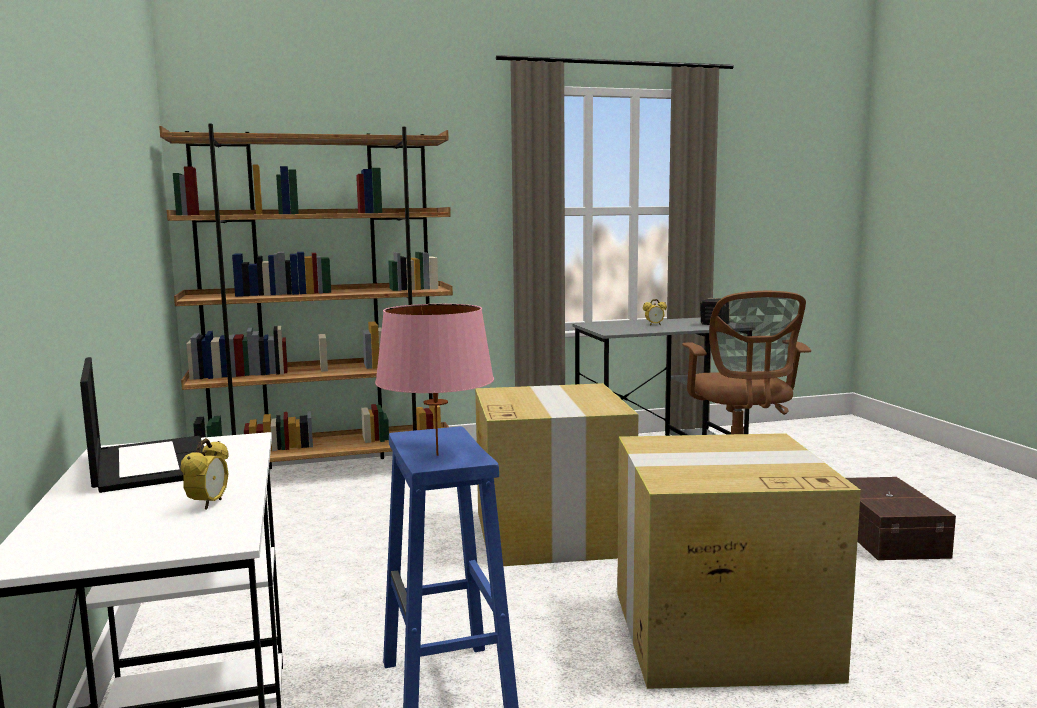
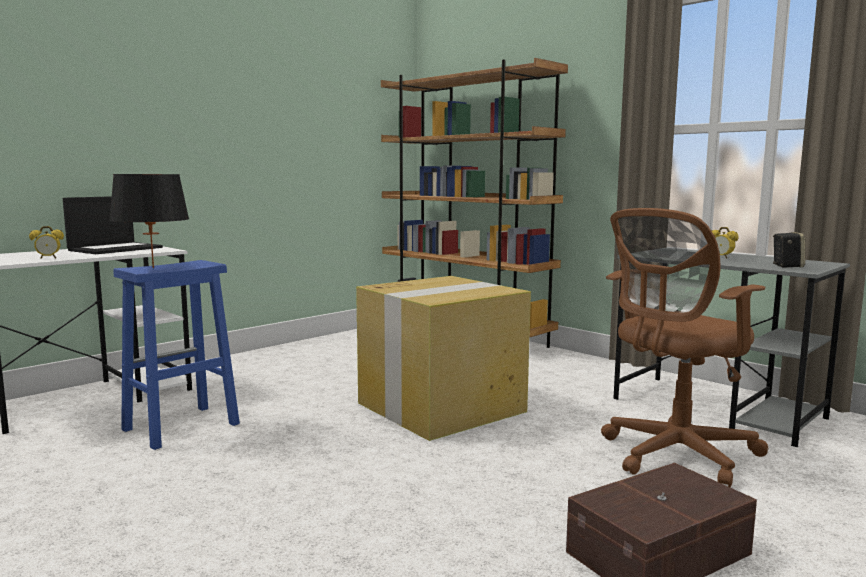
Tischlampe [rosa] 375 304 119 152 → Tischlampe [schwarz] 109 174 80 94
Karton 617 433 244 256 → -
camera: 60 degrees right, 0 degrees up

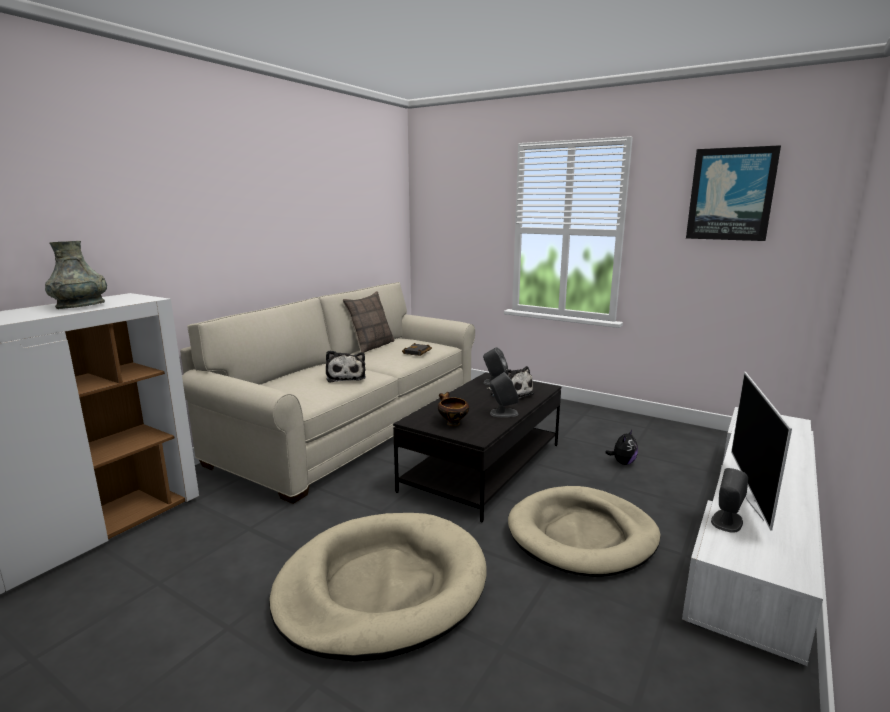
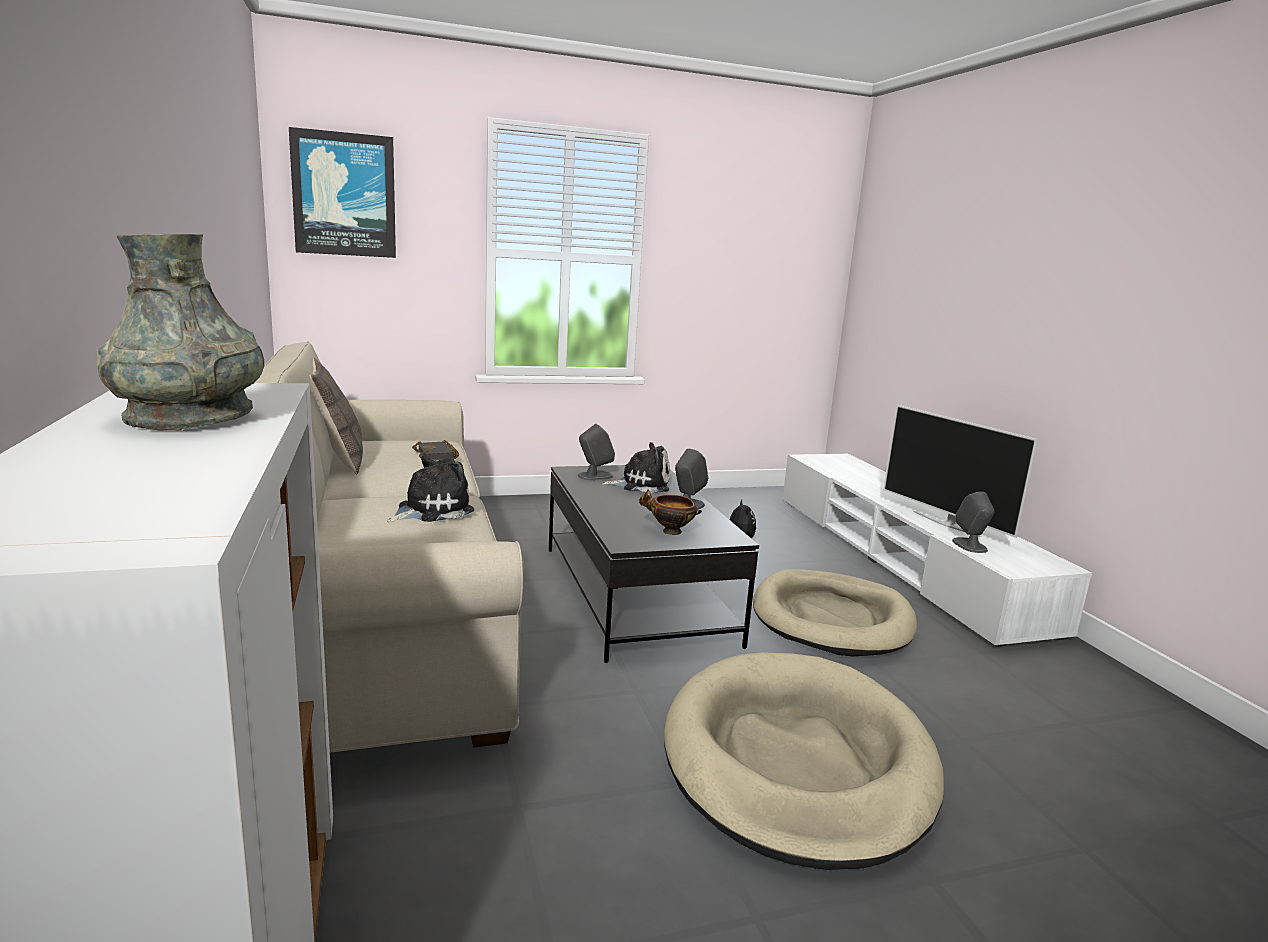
Plüschtier 326 350 40 33 → Plüschtier 387 456 87 66, 75 degrees counterclockwise
Bild 686 145 95 96 → Bild 289 127 107 131, relocated
camera: 50 degrees left, 0 degrees up

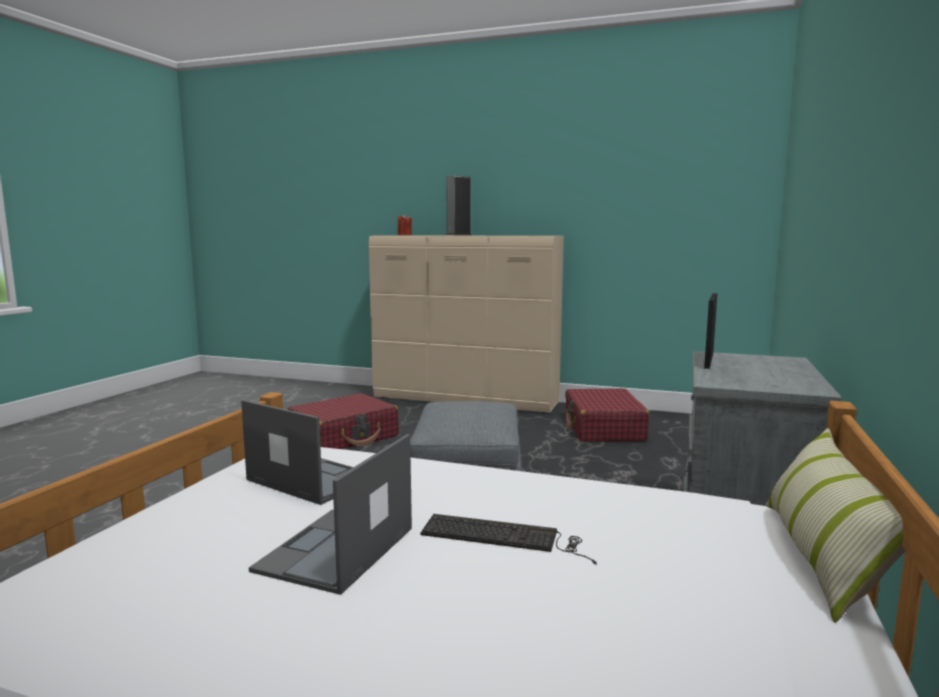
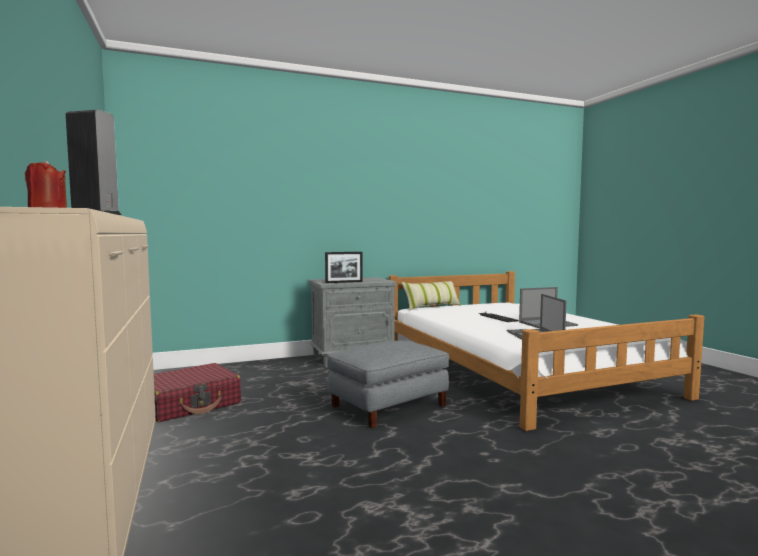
Koffer [rot] 287 393 112 56 → -
camera: 130 degrees left, 5 degrees down

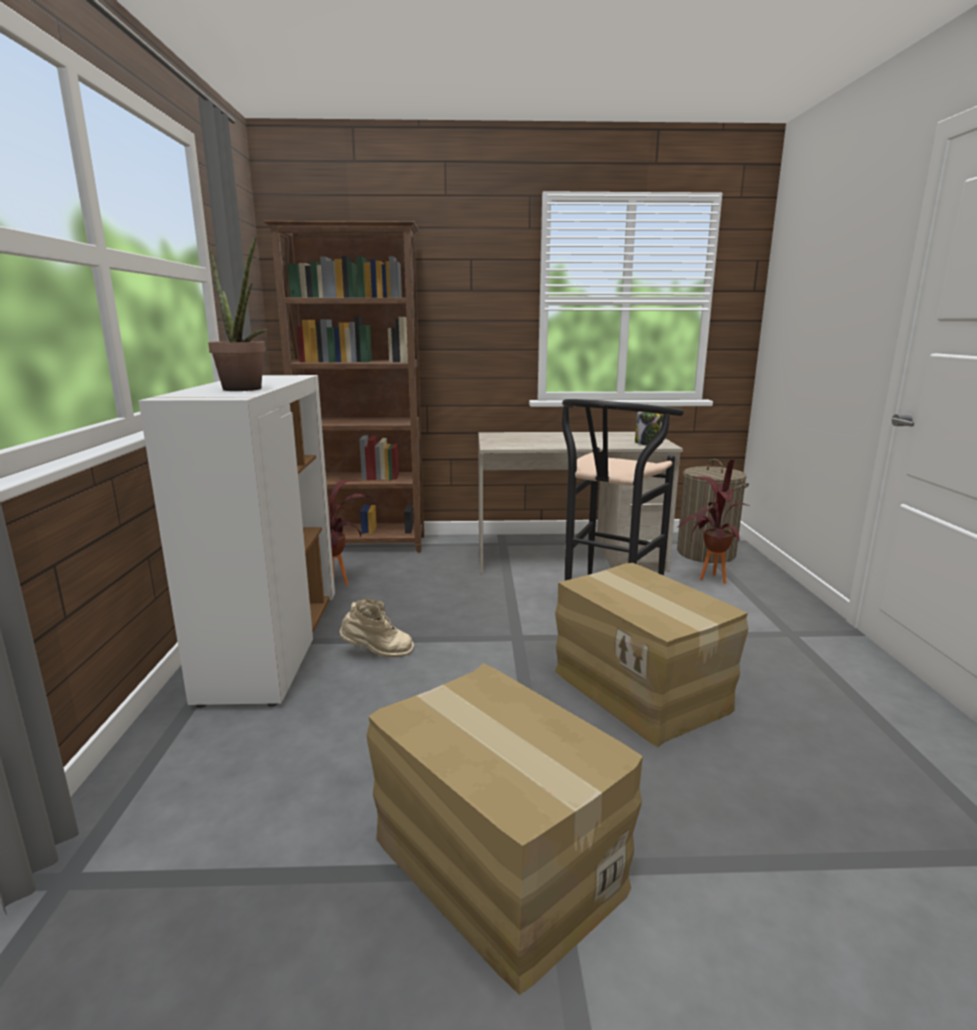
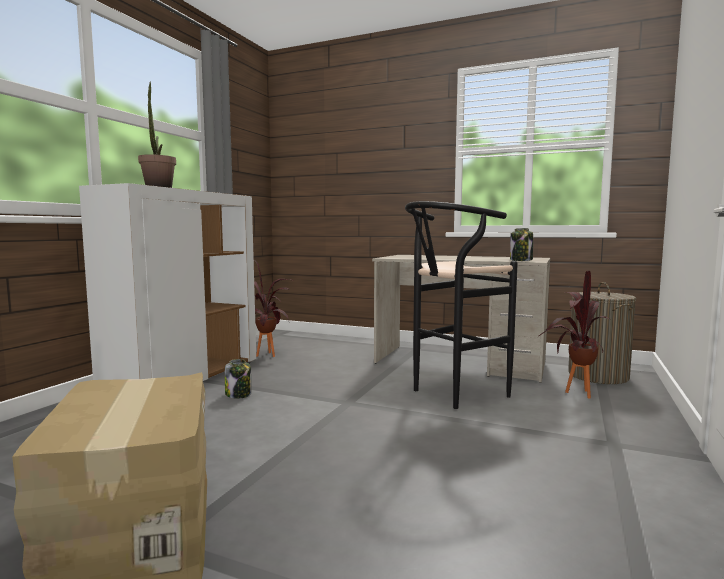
Bücherregal [braun] 263 221 161 332 → -
Stiefel [beige] 339 599 75 58 → Vorratsglas 225 359 26 40
Karton 555 563 193 184 → -
camera: 25 degrees right, 10 degrees down

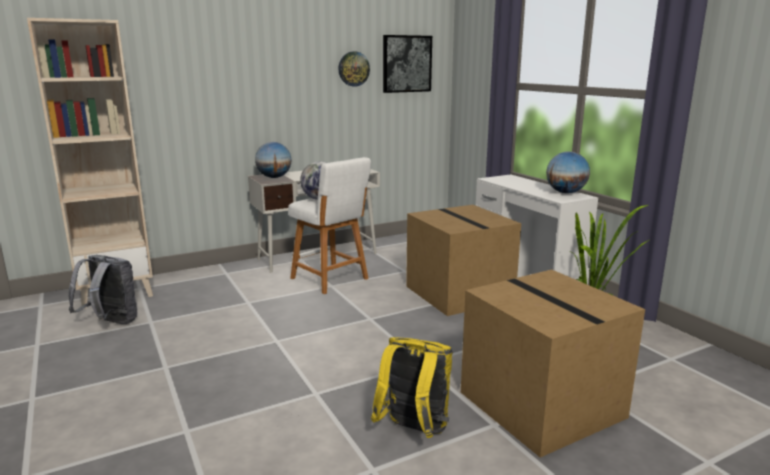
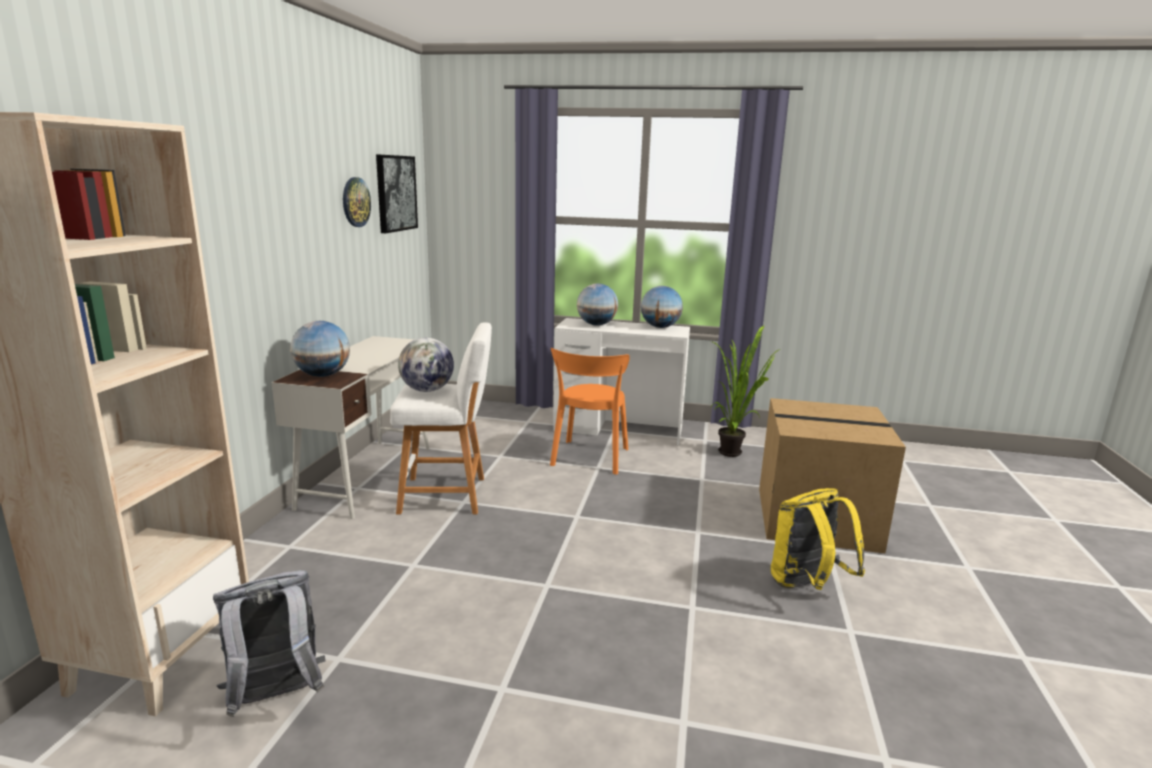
Karton 406 205 115 111 → Stuhl [orange] 550 348 80 126
- → Globus 577 284 41 42
camera: 50 degrees left, 0 degrees up

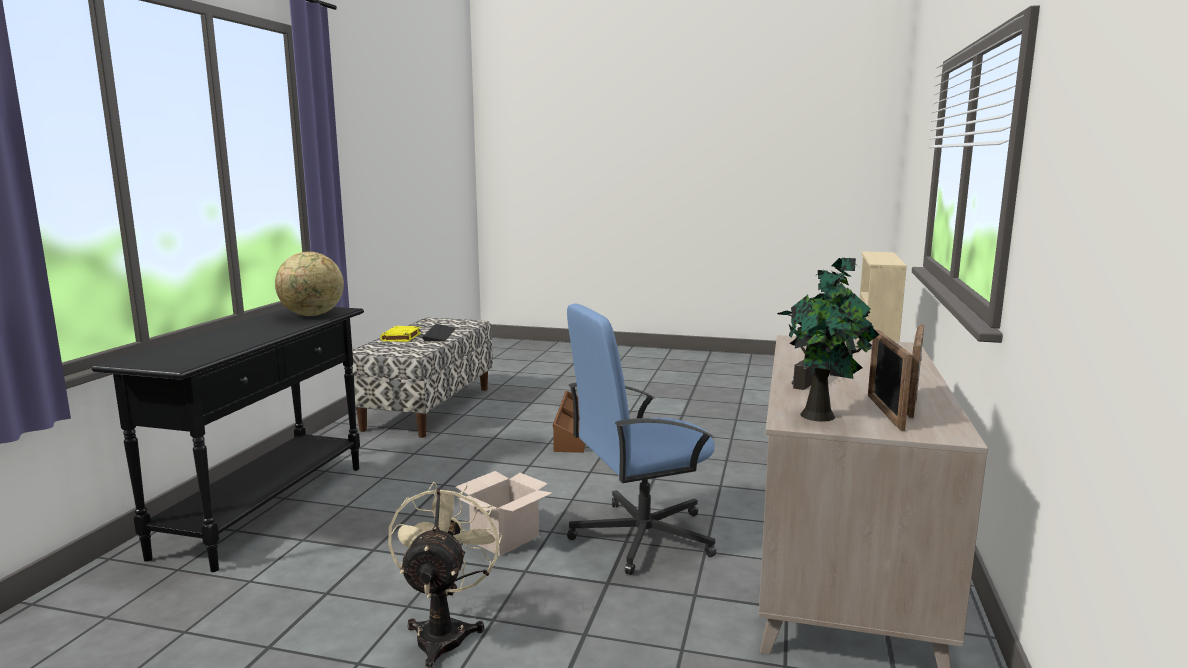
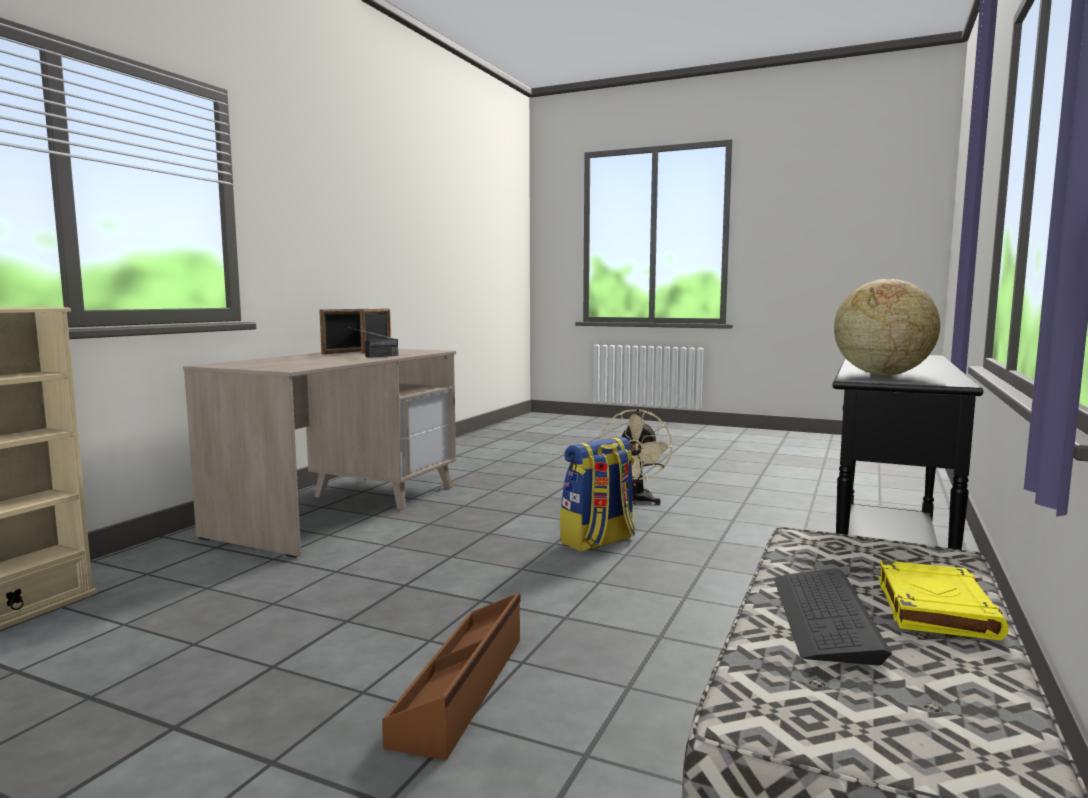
Karton 456 471 96 85 → Rucksack 560 437 75 114
Bürostuhl [blau] 567 303 150 272 → -
Topfpflanze 777 258 103 164 → -
camera: 170 degrees left, 5 degrees down

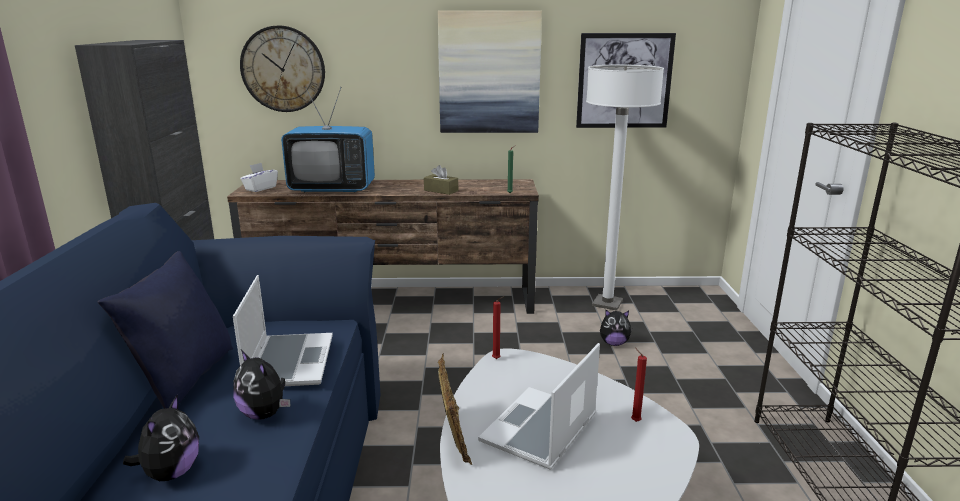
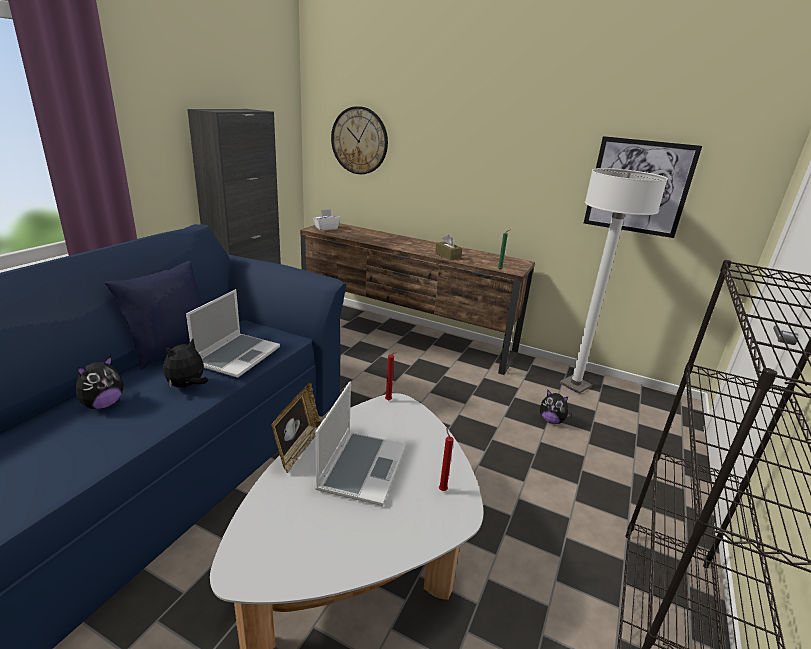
Plüschtier 233 350 58 70 → Plüschtier 164 339 44 49, 60 degrees clockwise
Fernseher 281 87 94 106 → -
Bild 438 10 104 123 → -
Laptop 478 343 122 127 → Laptop 315 382 91 124, 135 degrees clockwise
camera: 25 degrees right, 5 degrees up

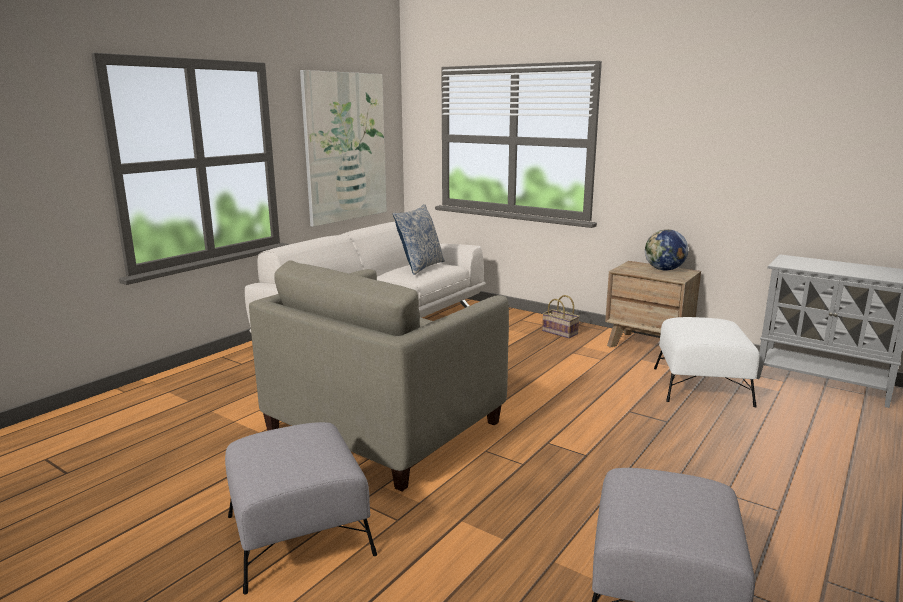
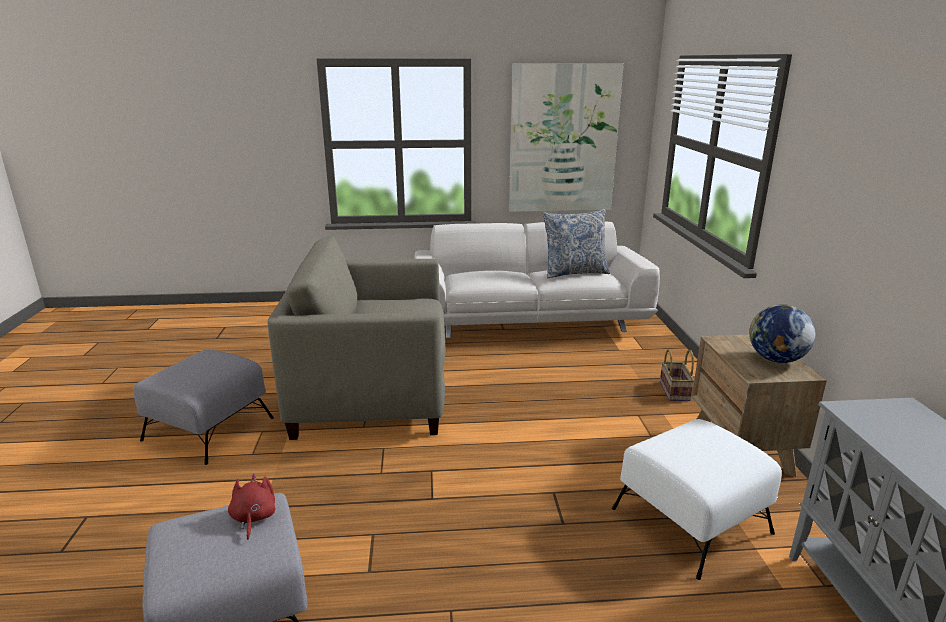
- → Plüschtier [rot] 228 474 47 66
camera: 50 degrees right, 5 degrees up

